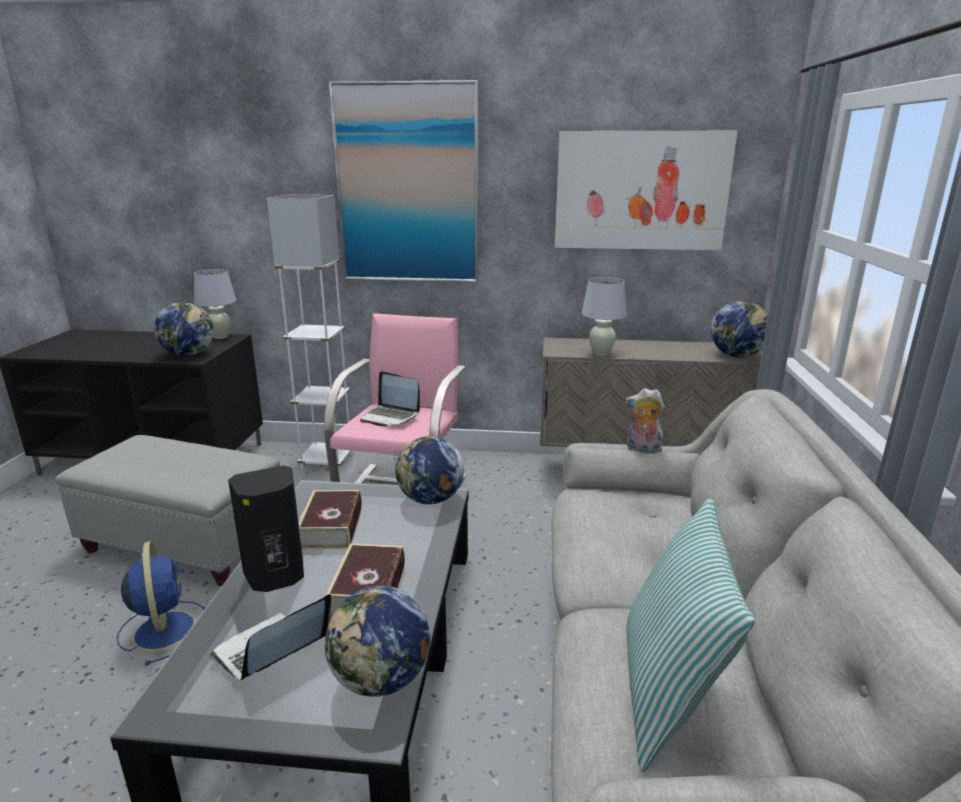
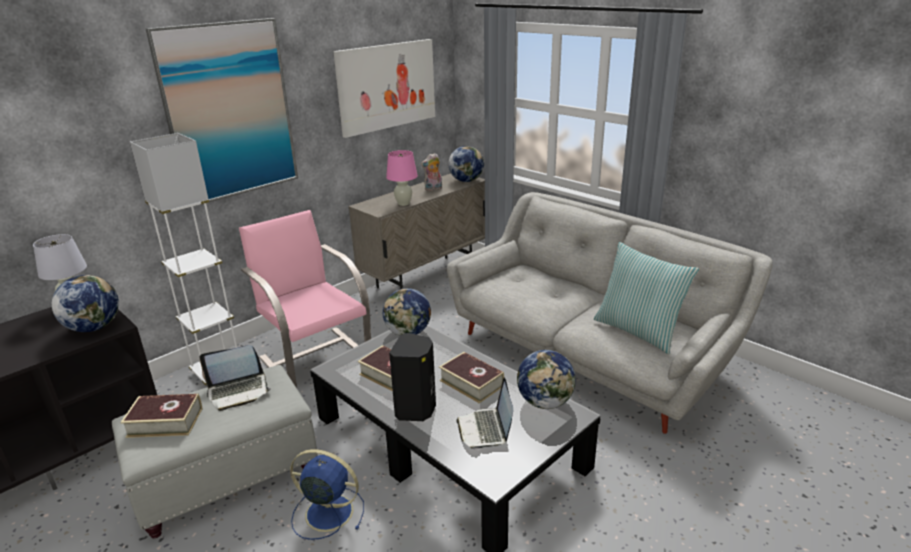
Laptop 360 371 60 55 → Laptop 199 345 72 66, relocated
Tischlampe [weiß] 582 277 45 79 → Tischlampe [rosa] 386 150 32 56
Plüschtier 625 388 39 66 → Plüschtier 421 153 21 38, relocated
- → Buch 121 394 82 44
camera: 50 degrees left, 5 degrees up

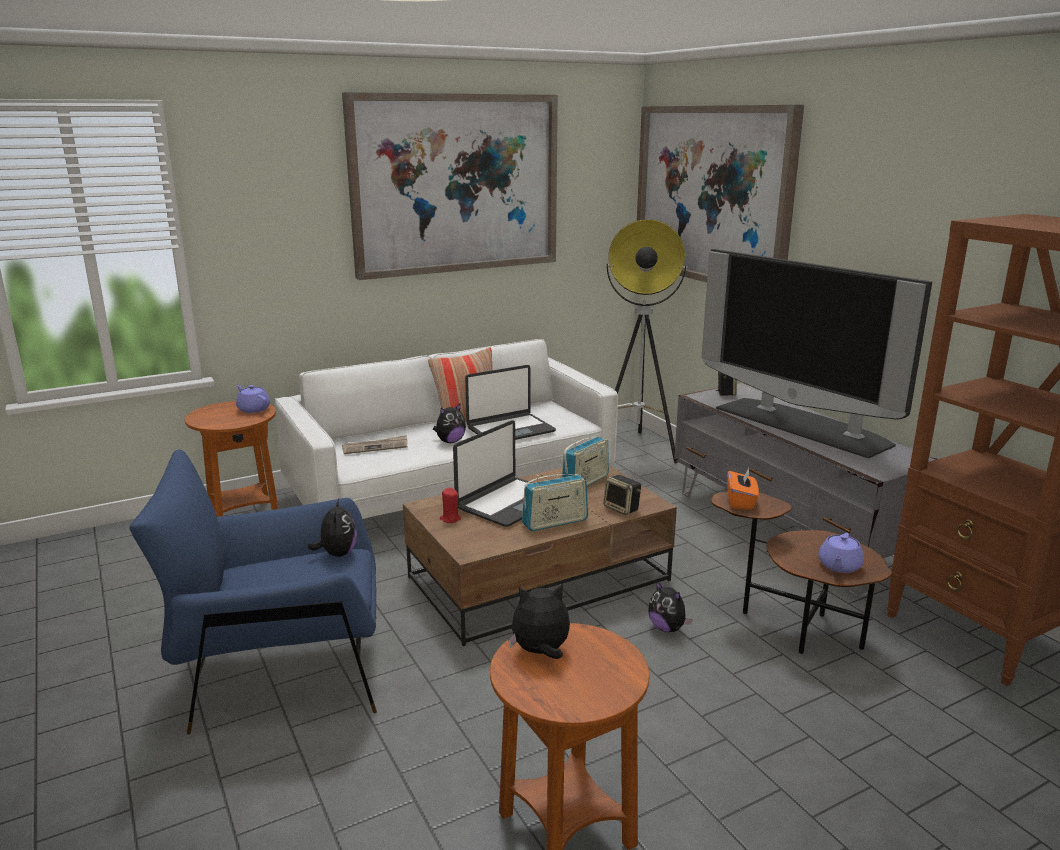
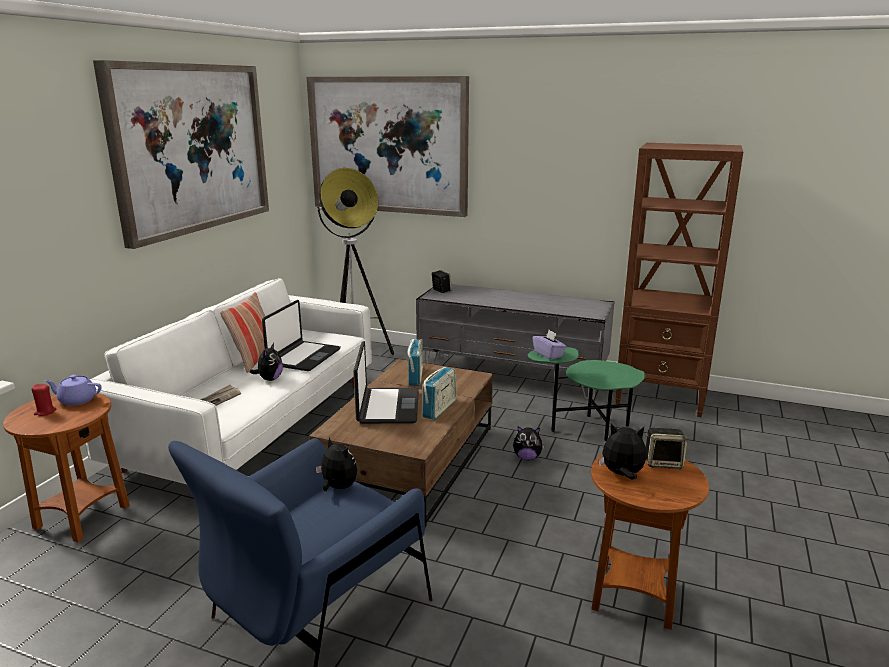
Kerze [rot] 440 488 21 35 → Kerze [rot] 31 384 25 32, relocated
Plüschtier 509 583 61 76 → Plüschtier 598 423 49 56, 60 degrees clockwise
Lautsprecher 603 475 38 40 → Lautsprecher 646 428 41 41, relocated
Fernseher 701 249 231 209 → -
Beistelltisch [braun] 711 492 181 162 → Beistelltisch [grün] 528 347 118 94
Taschentuchbox [orange] 727 468 32 42 → Taschentuchbox [lila] 533 330 33 30
Teekanne [lila] 818 533 46 40 → -
camera: 40 degrees left, 0 degrees up

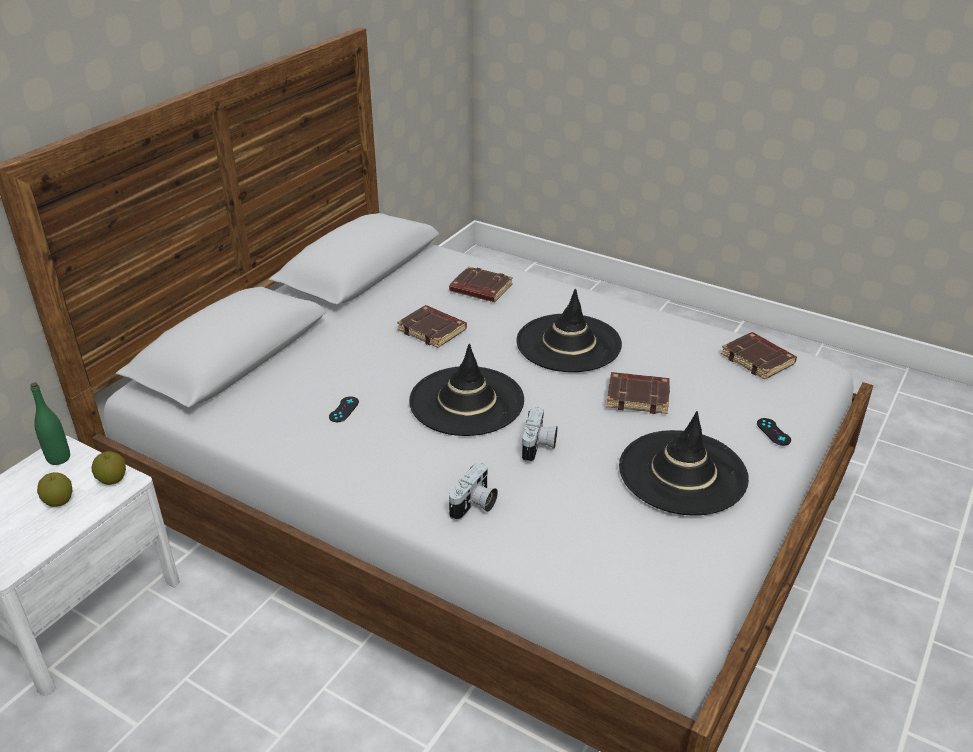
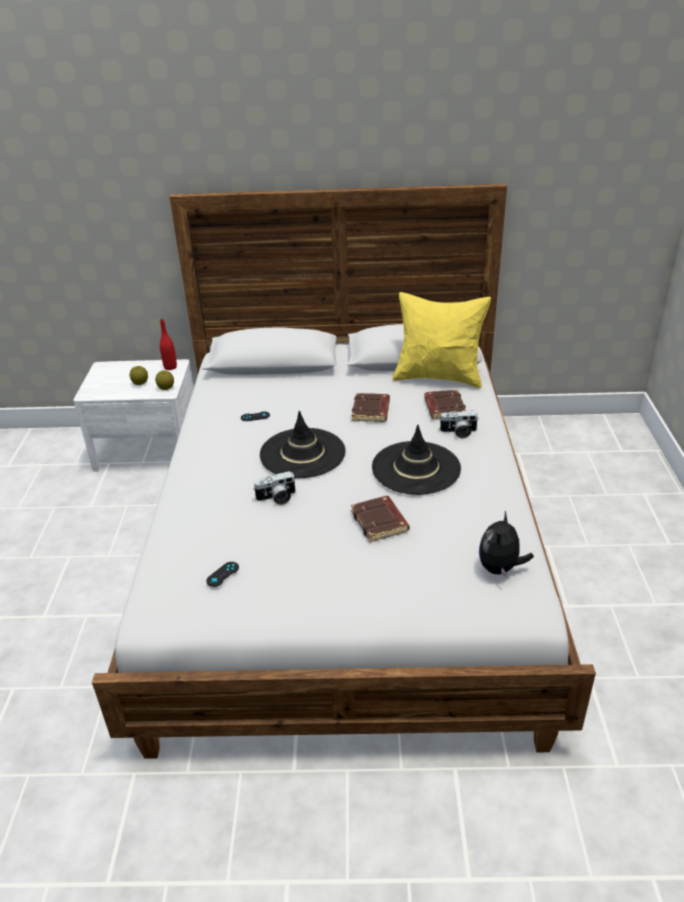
Flasche [grün] 30 382 40 83 → Flasche [rot] 160 319 17 51
Kamera 449 463 49 58 → Kamera 439 411 40 28, relocated
Hut [schwarz] 619 411 130 105 → -
Buch [braun] 721 332 76 48 → Plüschtier 479 511 55 67
Gamepad [schwarz] 757 418 34 28 → Gamepad [schwarz] 206 562 33 25, relocated
- → Kissen [gelb] 393 292 98 96
camera: 60 degrees right, 0 degrees up

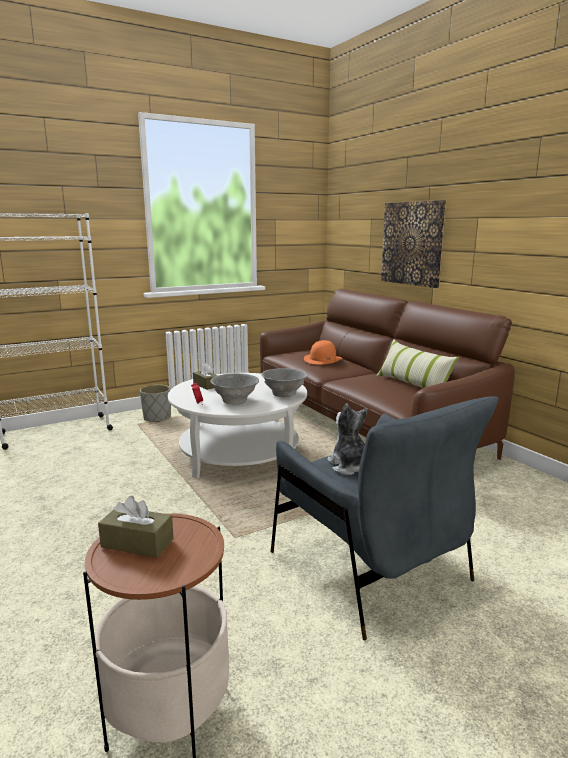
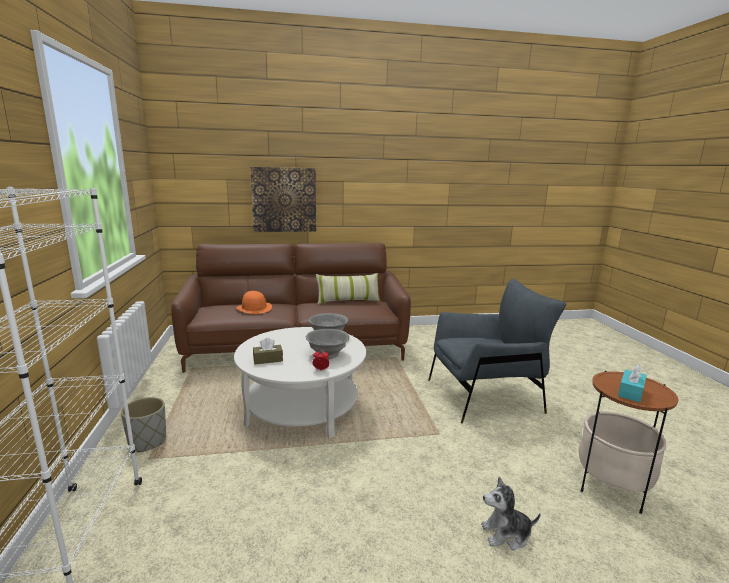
Taschentuchbox [braun] 98 496 76 62 → Taschentuchbox [türkis] 618 365 29 37
Plüschtier 327 403 41 72 → Plüschtier 481 477 60 73, relocated
camera: 70 degrees left, 0 degrees up

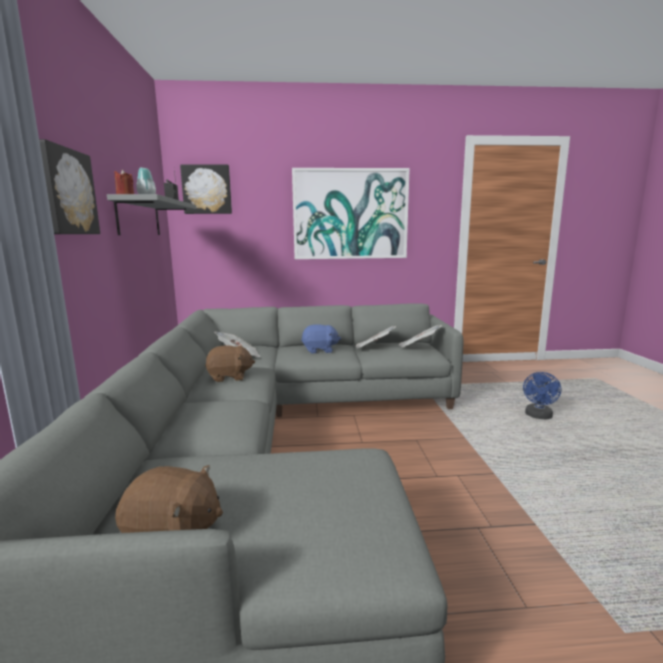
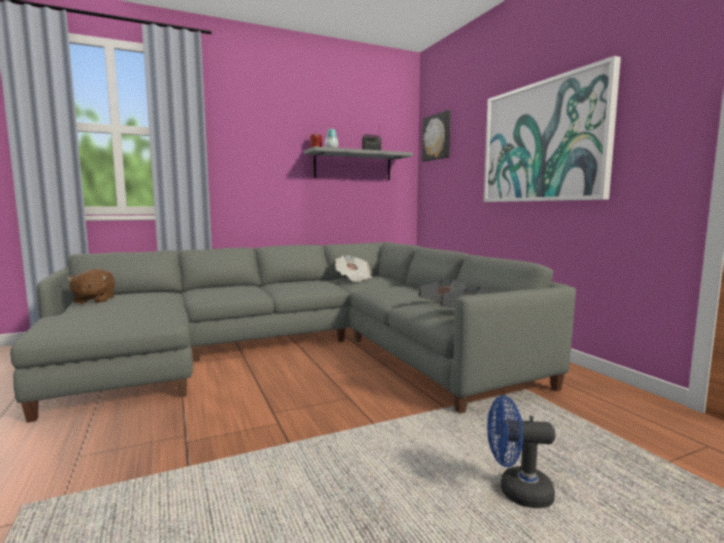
Bild 39 139 61 95 → -
Plüschtier [braun] 205 345 50 37 → -
Plüschtier [blau] 301 324 40 29 → -
camera: 70 degrees right, 5 degrees down

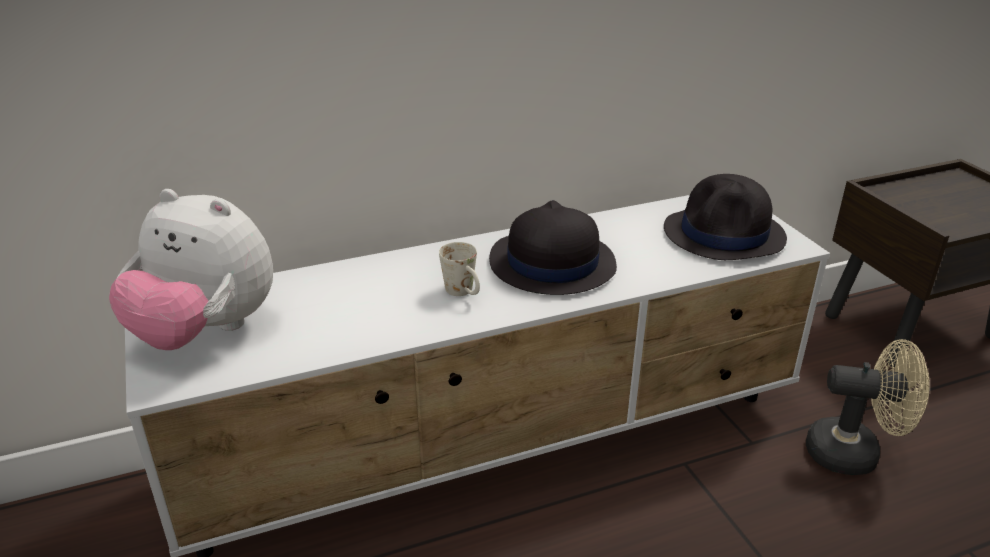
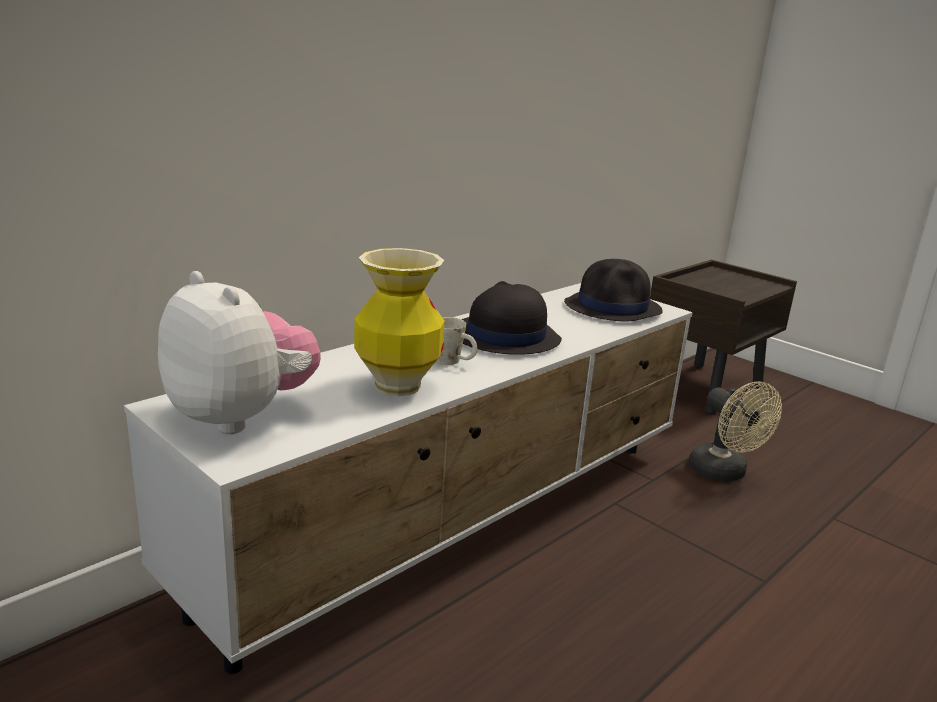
Plüschtier 109 189 164 161 → Plüschtier 158 271 163 163, 135 degrees counterclockwise
Ventilator [beige] 806 339 124 136 → Ventilator [beige] 689 382 93 100, 75 degrees clockwise
- → Vase 354 248 91 148
camera: 25 degrees left, 10 degrees down

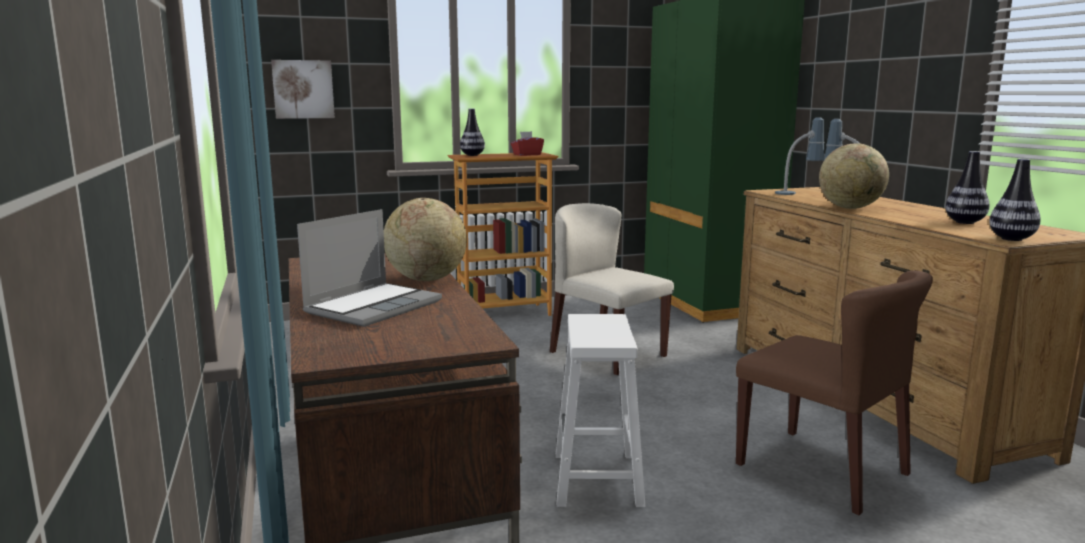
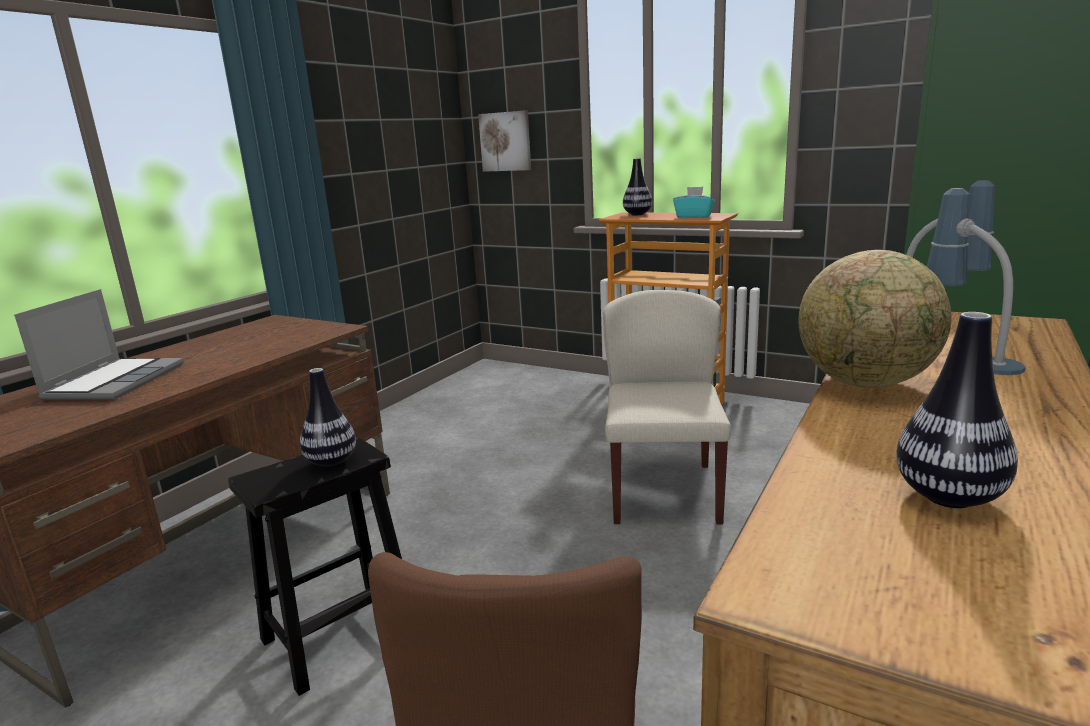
Laptop 297 209 145 118 → Laptop 14 289 170 111, 75 degrees counterclockwise
Globus 384 198 83 83 → -
Taschentuchbox [rot] 511 131 33 25 → Taschentuchbox [türkis] 673 187 42 31
Hocker [weiß] 556 314 90 193 → Hocker [schwarz] 228 436 174 260
Vase 989 159 52 82 → Vase 300 368 56 99, relocated
camera: 50 degrees right, 5 degrees up

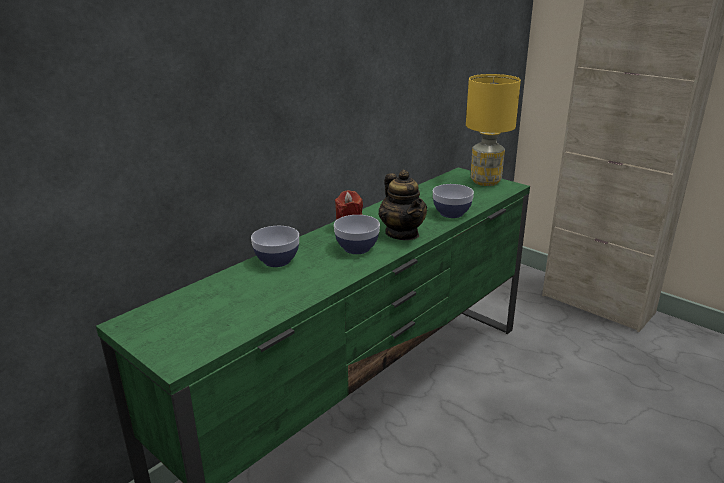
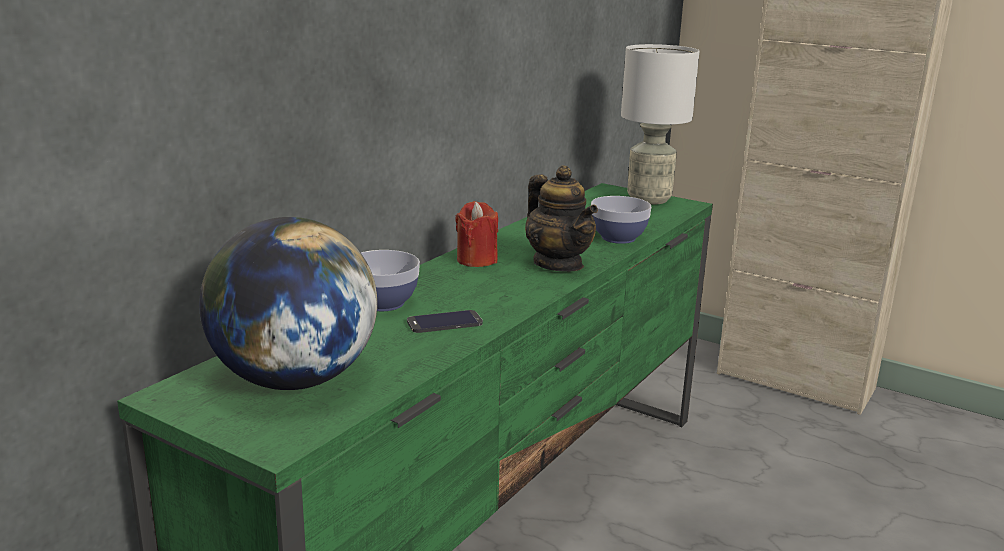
Schüssel 334 215 46 39 → -
Tischlampe [gelb] 466 74 55 112 → Tischlampe [grau] 621 44 79 161
- → Globus 199 217 178 173
- → Handy 407 310 76 23
camera: 10 degrees left, 5 degrees down

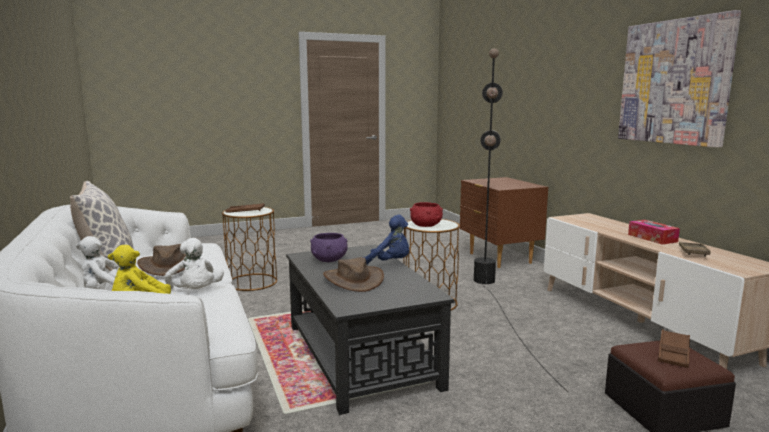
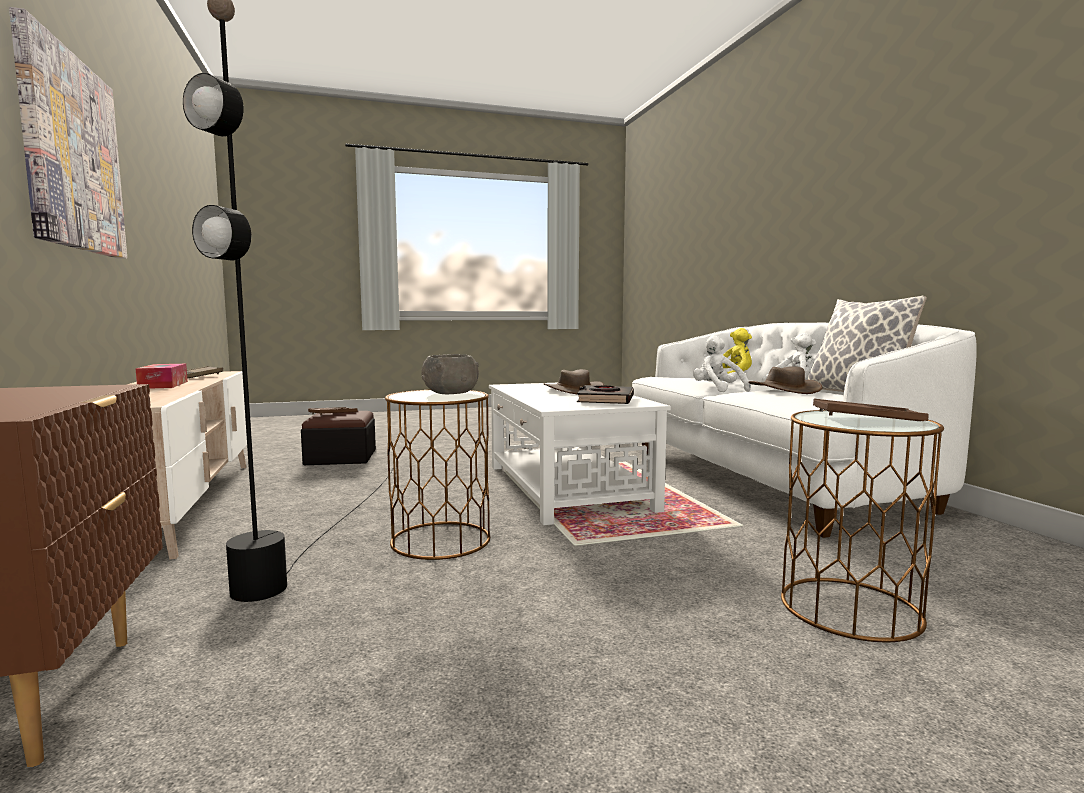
Couchtisch [schwarz] 286 244 169 171 → Couchtisch [weiß] 489 383 182 142
Schüssel [lila] 310 233 38 29 → Buch [schwarz] 577 385 57 19
Plüschtier [blau] 364 214 45 51 → -
Schüssel [rot] 410 202 33 25 → Schüssel [grau] 421 354 58 40
camera: 175 degrees left, 5 degrees down

